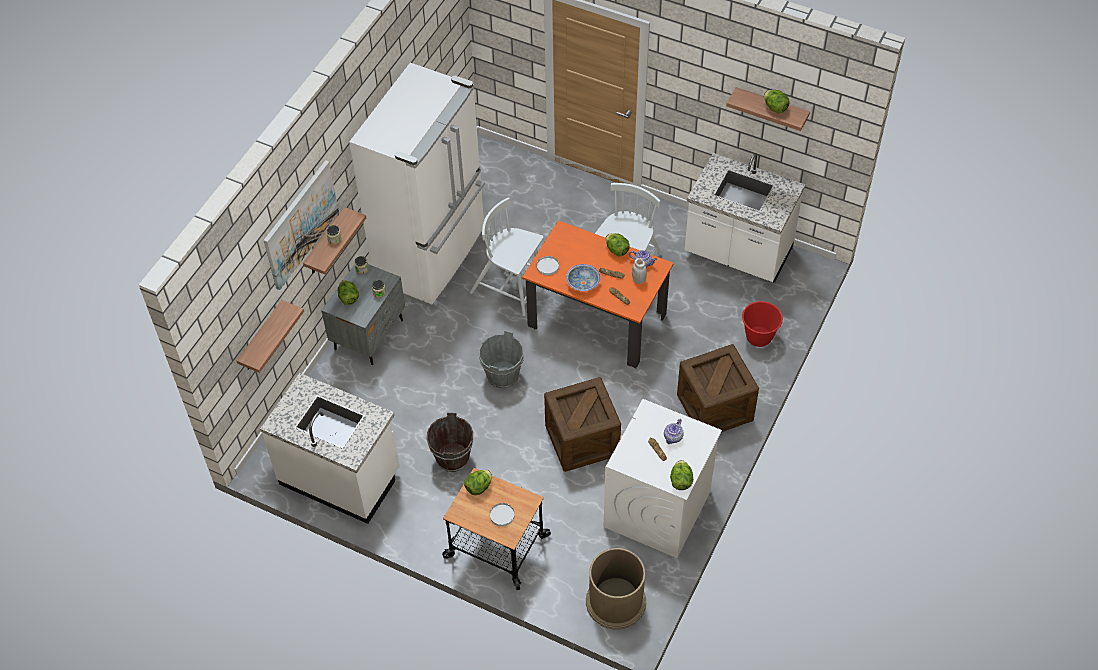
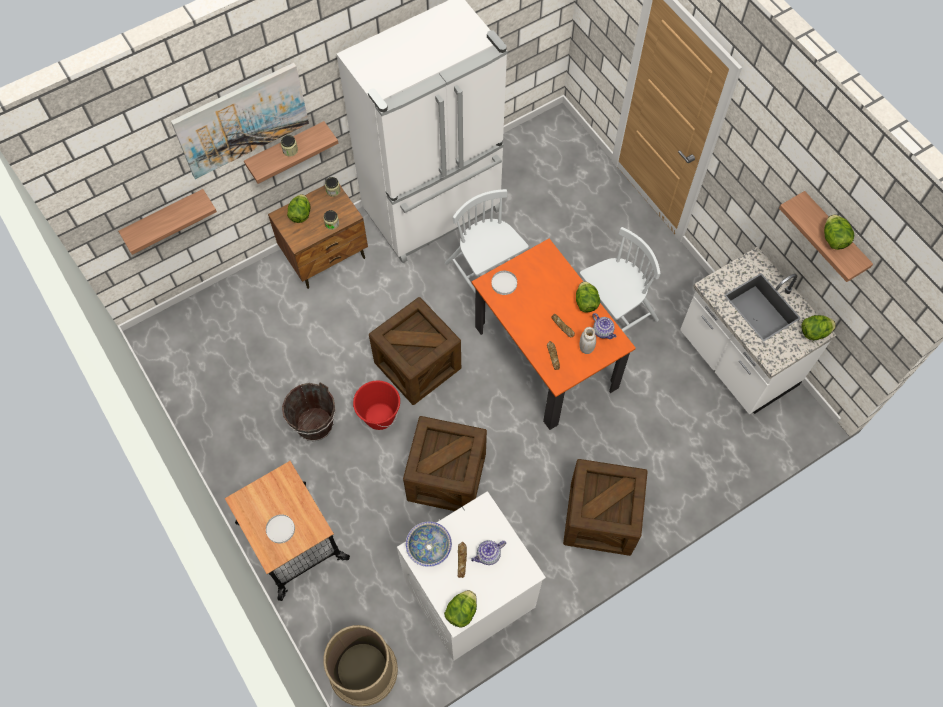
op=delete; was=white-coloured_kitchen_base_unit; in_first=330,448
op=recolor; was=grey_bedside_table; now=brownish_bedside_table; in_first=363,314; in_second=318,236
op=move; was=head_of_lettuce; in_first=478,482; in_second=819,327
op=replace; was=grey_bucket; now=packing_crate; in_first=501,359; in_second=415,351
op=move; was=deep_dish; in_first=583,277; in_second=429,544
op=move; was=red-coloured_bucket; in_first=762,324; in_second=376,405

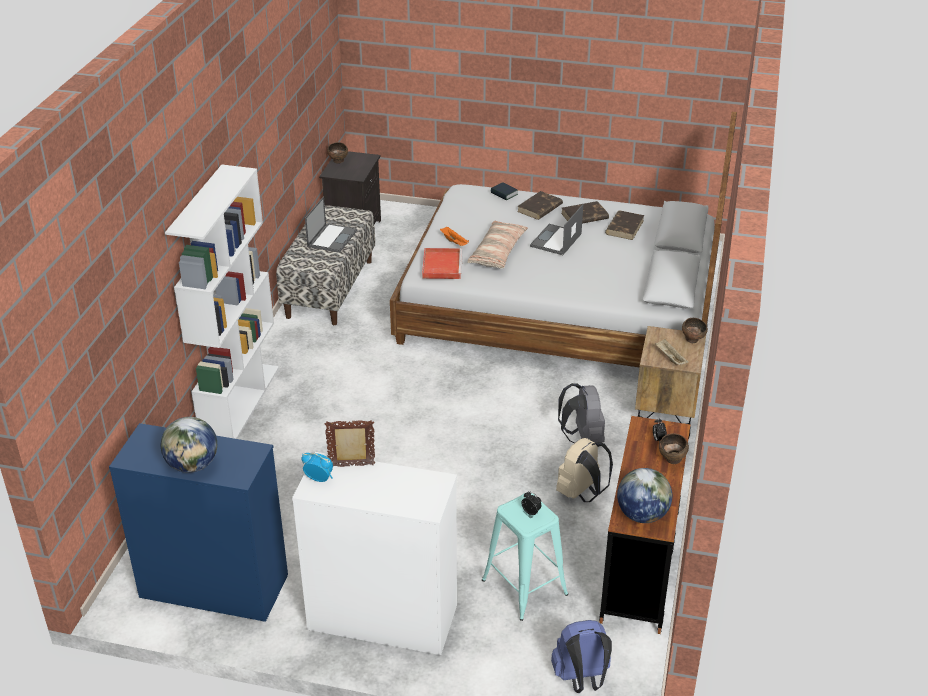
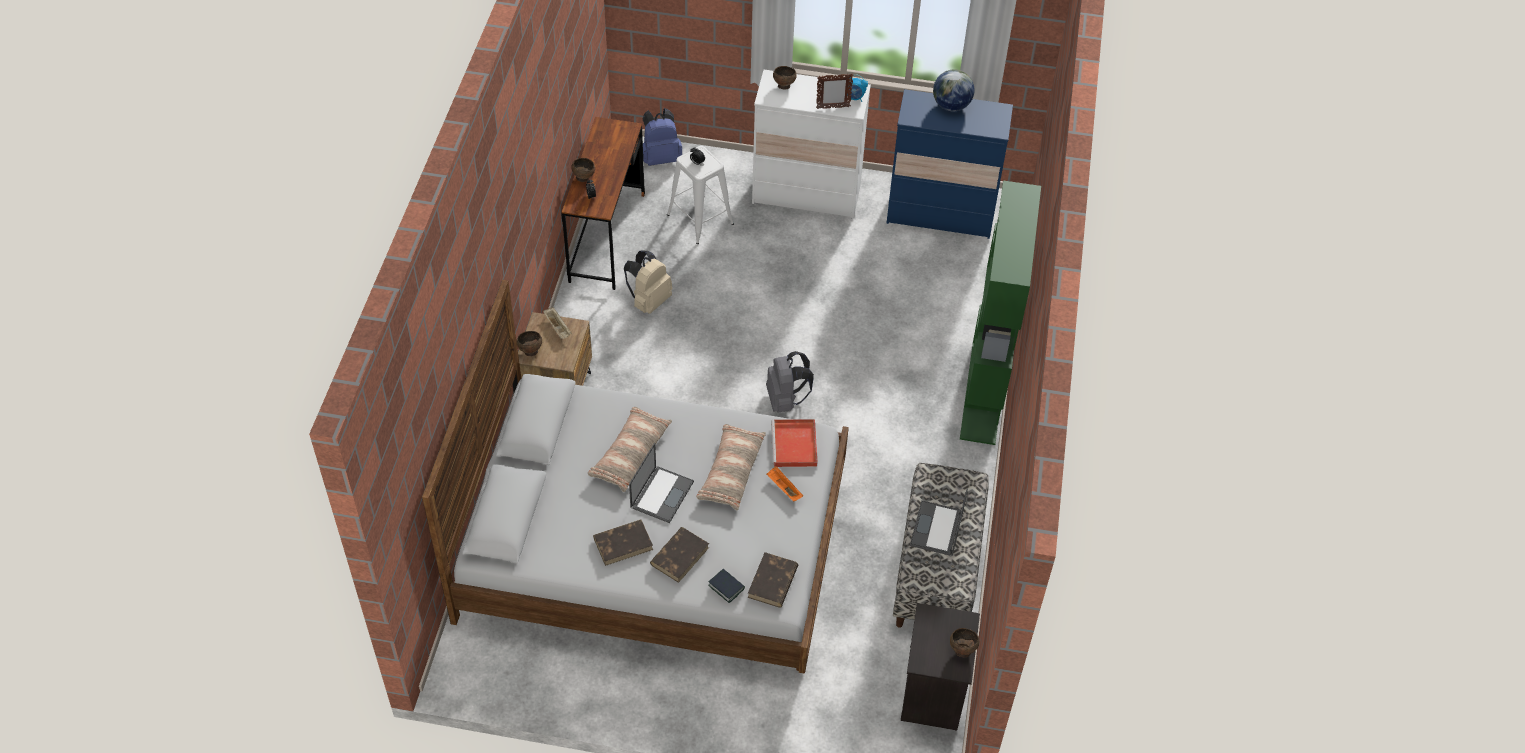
op=recolor; was=white-coloured_bookshelf; now=greenish_bookshelf; in_first=222,302; in_second=1000,312
op=recolor; was=turquoise-coloured_stool; now=white-coloured_stool; in_first=525,557; in_second=700,195
op=move; was=grey_backpack; in_first=581,413; in_second=790,382
op=move; was=brownish_volume; in_first=624,225; in_second=772,580
op=delete; was=world_globe; in_first=644,495
op=insert; now=pillow; in_second=630,449
op=insert; now=brownish_deep_dish; in_second=785,77

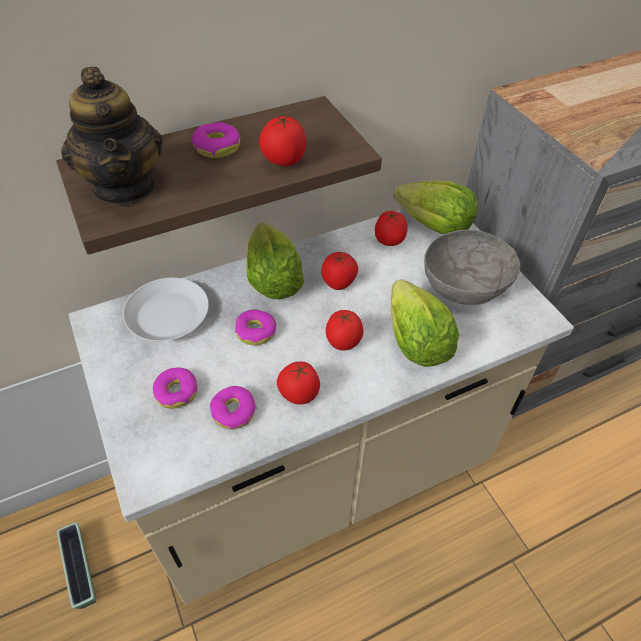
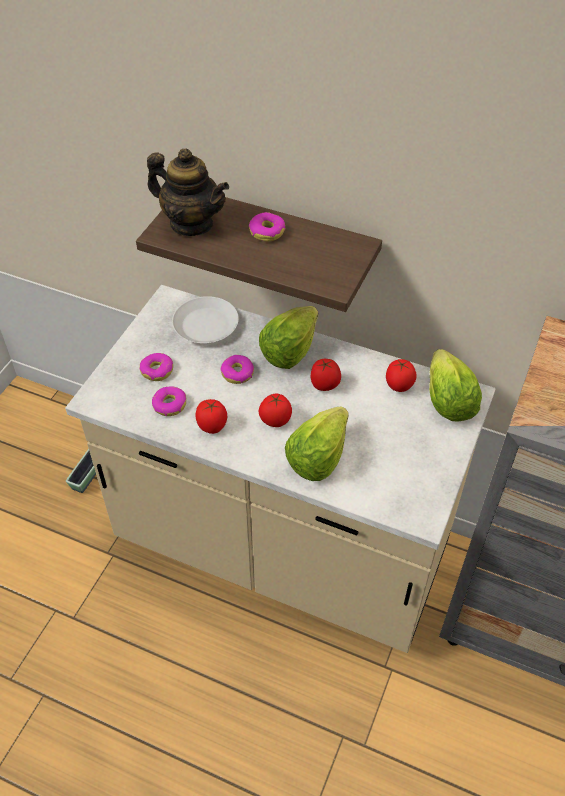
op=rotate; was=tea_pot; in_first=112,136; in_second=188,192; clockwise=-90
op=delete; was=fresh_tomato; in_first=282,141
op=delete; was=grey_deep_dish; in_first=472,267

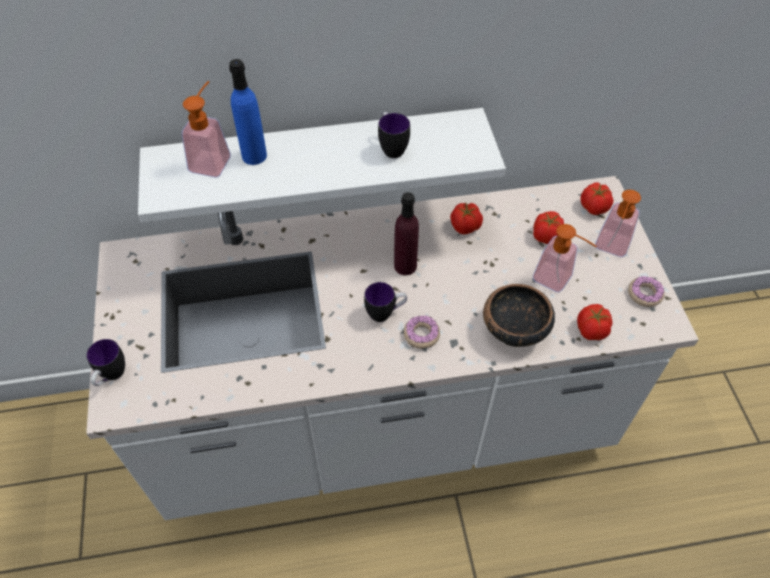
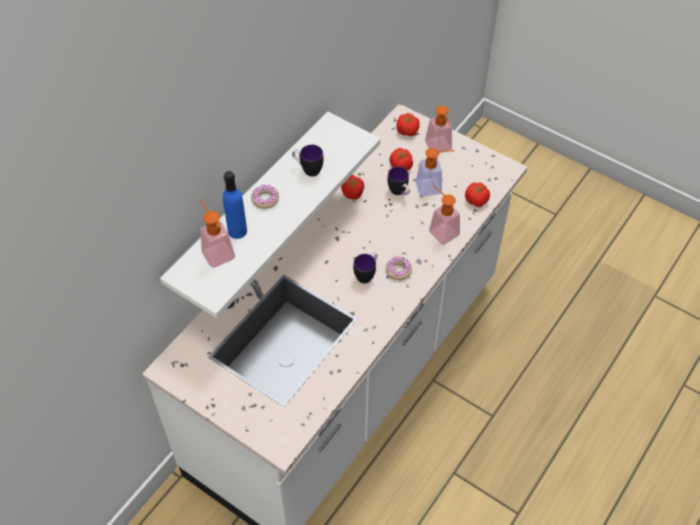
op=move; was=tea_mug; in_first=105,362; in_second=399,181
op=delete; was=purple-coloured_beverage_bottle; in_first=406,233
op=replace; was=deep_dish; now=soap_dispenser; in_first=519,315; in_second=444,215
op=move; was=doughnut; in_first=646,291; in_second=265,197

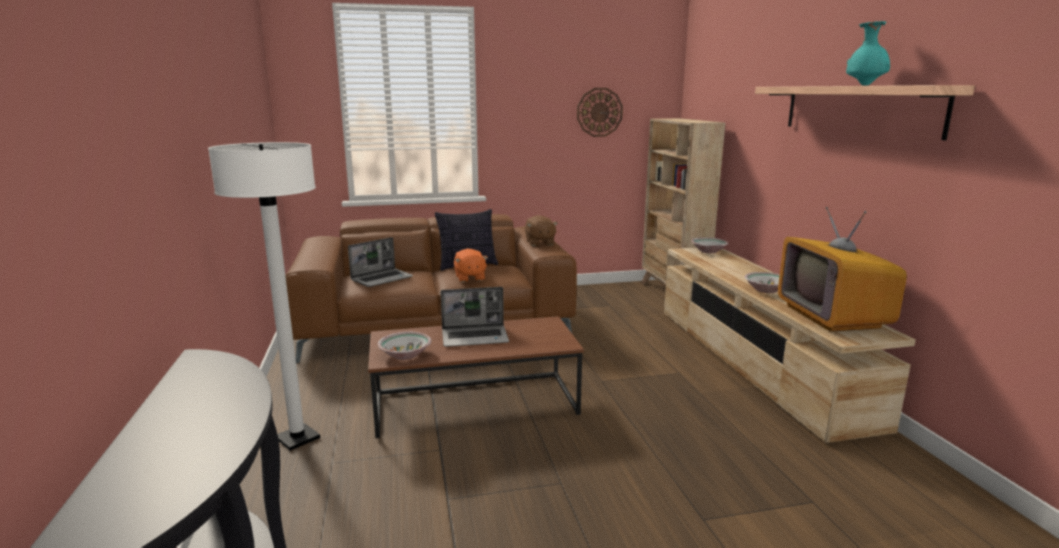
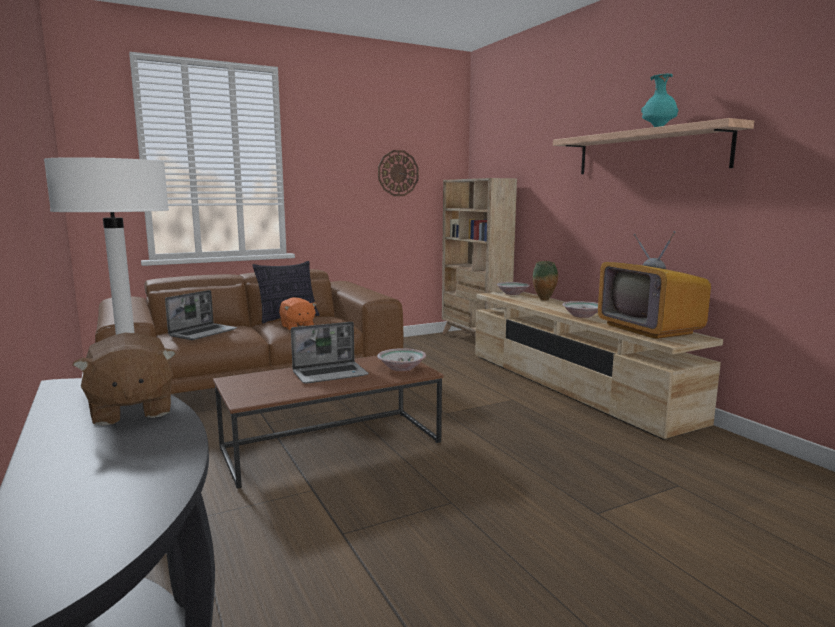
op=move; was=deep_dish; in_first=404,345; in_second=401,360
op=move; was=brownish_soft_toy; in_first=541,230; in_second=124,379
op=insert; now=vase; in_second=545,281

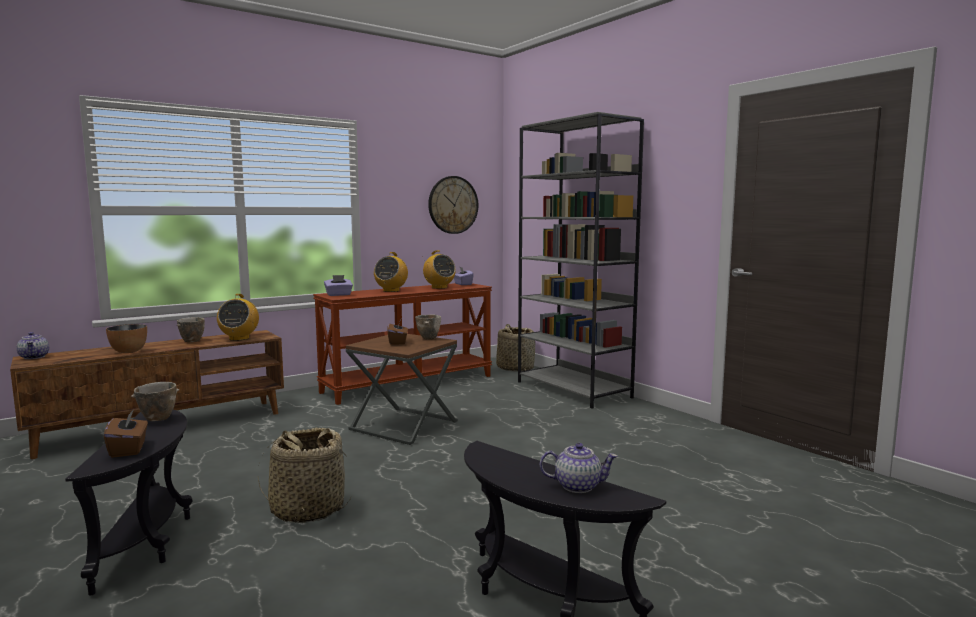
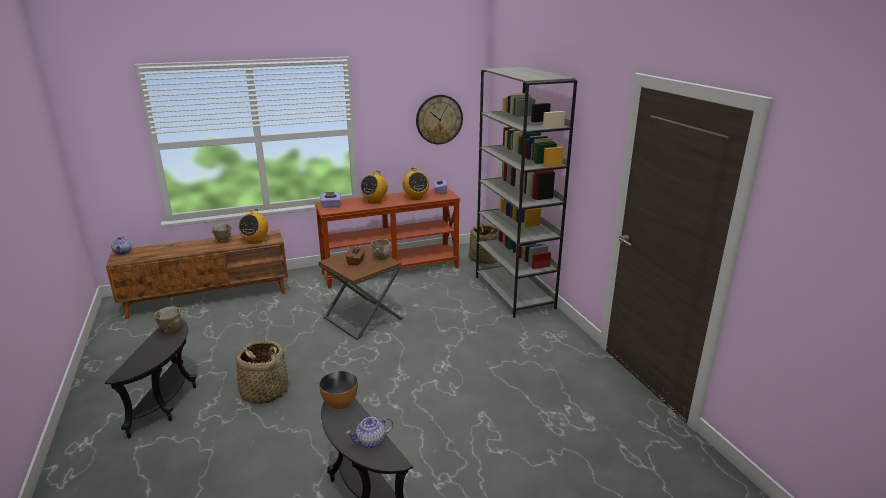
op=delete; was=brownish_box_of_tissues; in_first=126,433
op=move; was=deep_dish; in_first=126,338; in_second=338,390
op=rotate; was=tea_pot; in_first=579,468; in_second=369,433; clockwise=135

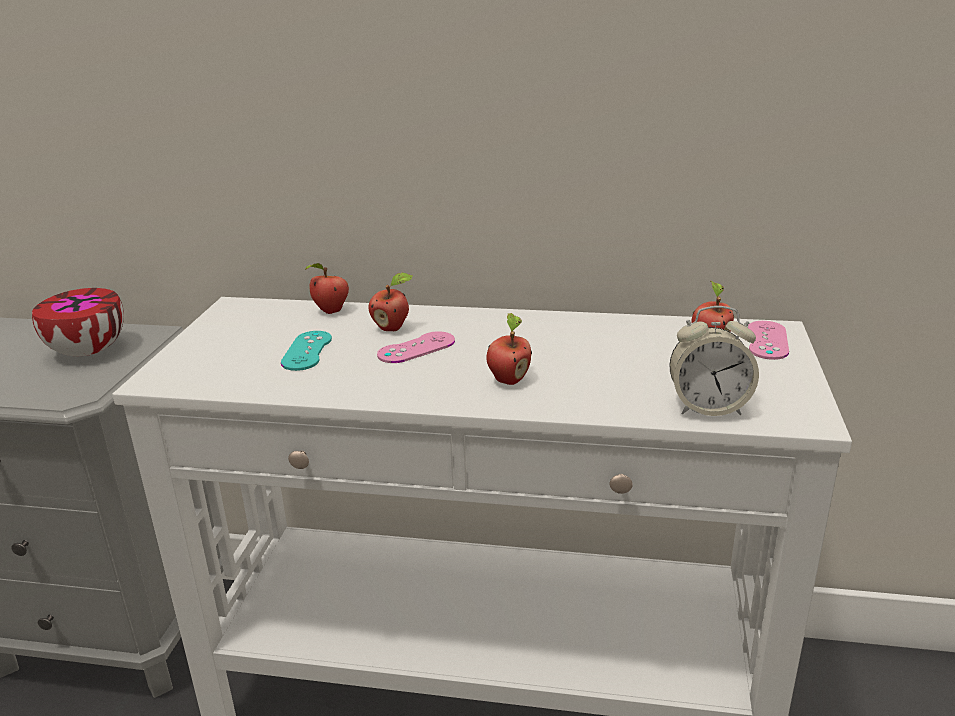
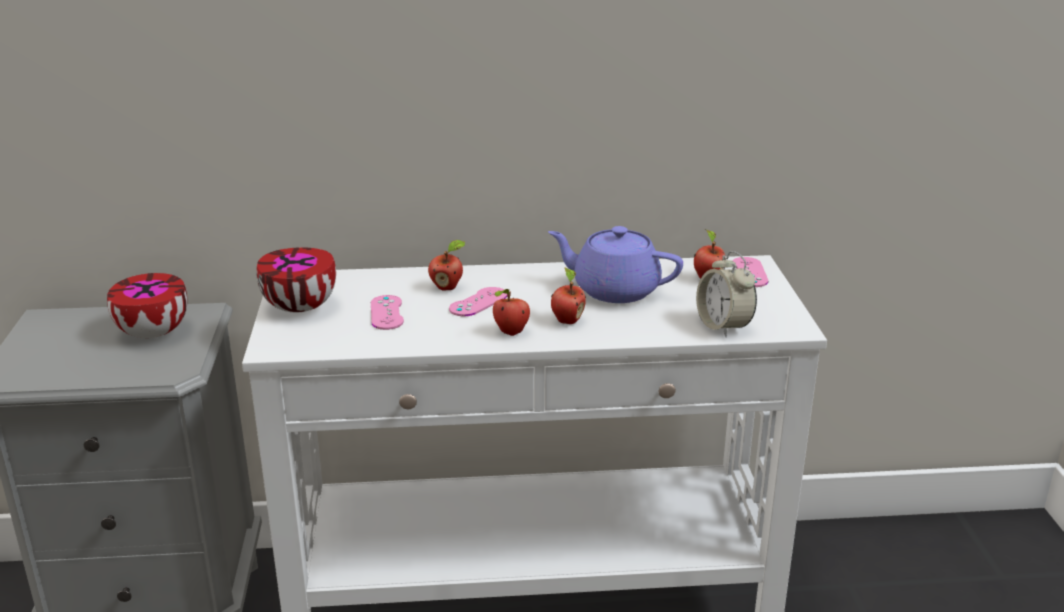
op=recolor; was=turquoise-coloured_game_controller; now=pink_game_controller; in_first=306,351; in_second=387,312
op=move; was=apple_fruit; in_first=327,288; in_second=511,312
op=rotate; was=bedside_clock; in_first=714,361; in_second=726,294; clockwise=75
op=insert; now=deep_dish; in_second=296,280
op=insert; now=purple-coloured_tea_pot; in_second=615,264

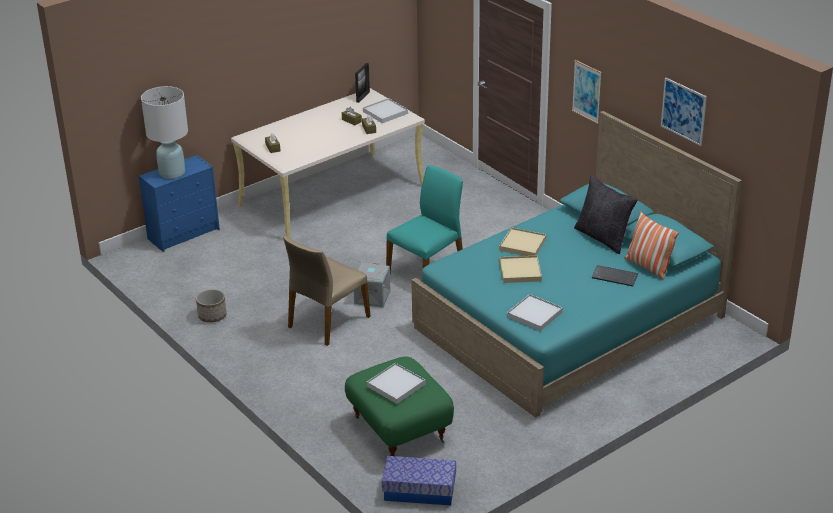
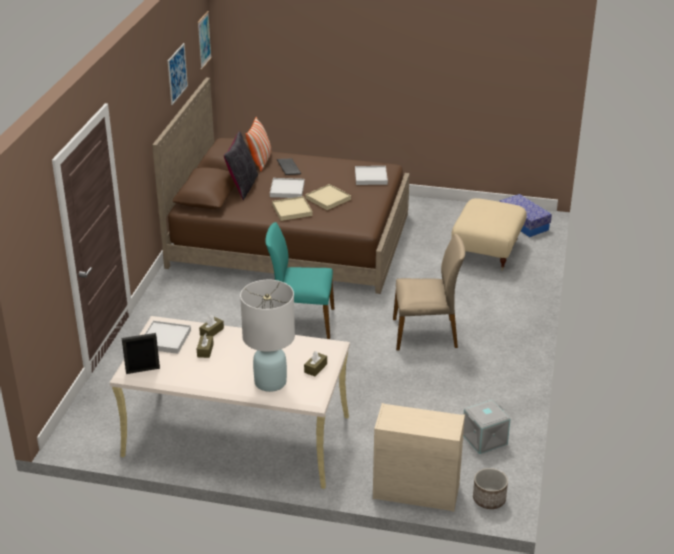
op=recolor; was=bluish_dresser; now=sand-coloured_dresser; in_first=179,203; in_second=419,457
op=move; was=white-coloured_lamp_for_a_table; in_first=164,132; in_second=267,336
op=move; was=planter; in_first=211,306; in_second=490,488
op=recolor; was=greenish_ottoman; now=sand-coloured_ottoman; in_first=399,406; in_second=488,234
op=move; was=grey_storage_bin; in_first=372,285; in_second=486,427
op=move; was=white-coloured_carrying_tray; in_first=396,383; in_second=287,188
op=recolor; was=turquoise-coloured_sleeping_bed; now=brownish_sleeping_bed; in_first=576,264; in_second=281,186
op=move; was=wall_art; in_first=587,92; in_second=204,40

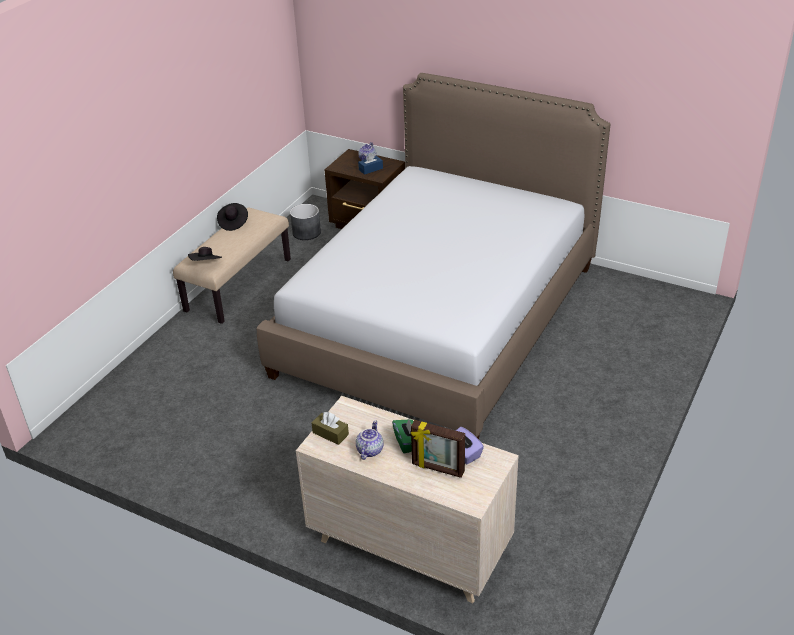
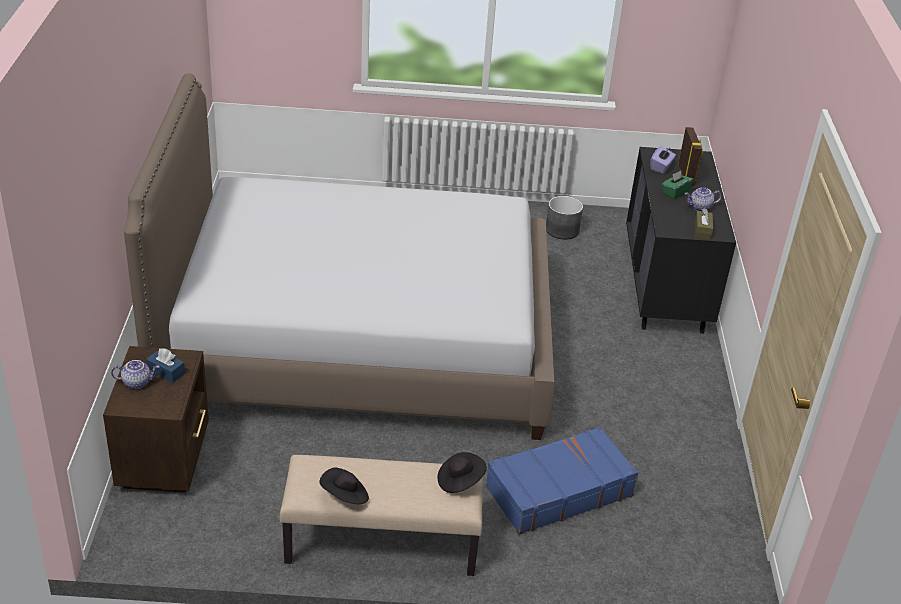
op=move; was=grey_planter; in_first=305,222; in_second=564,218
op=recolor; was=sand-coloured_dresser; now=black_dresser; in_first=407,499; in_second=681,240
op=insert; now=bluish_piece_of_luggage; in_second=562,481

